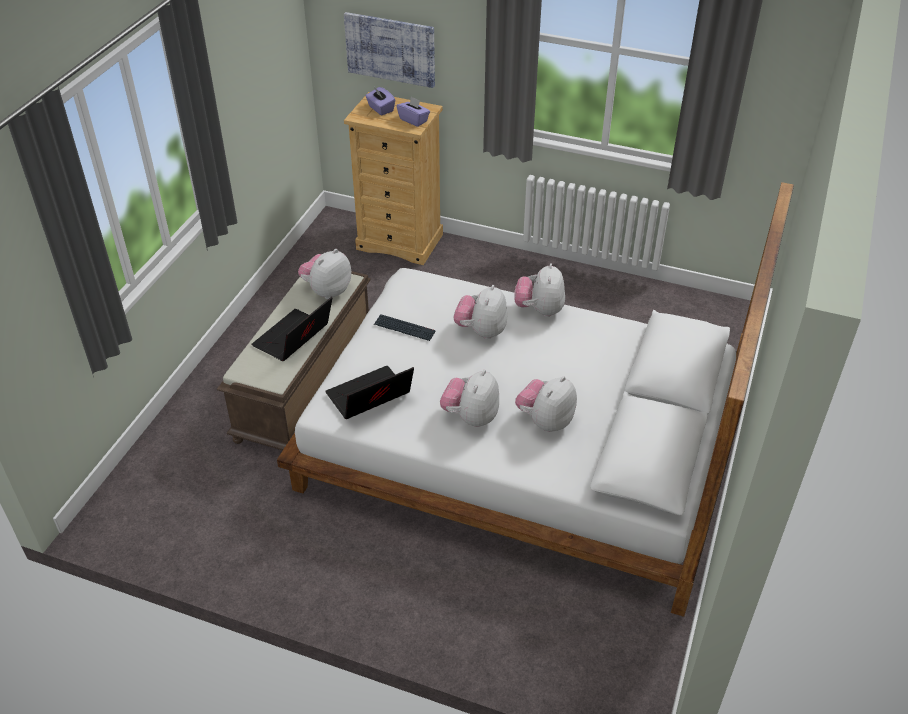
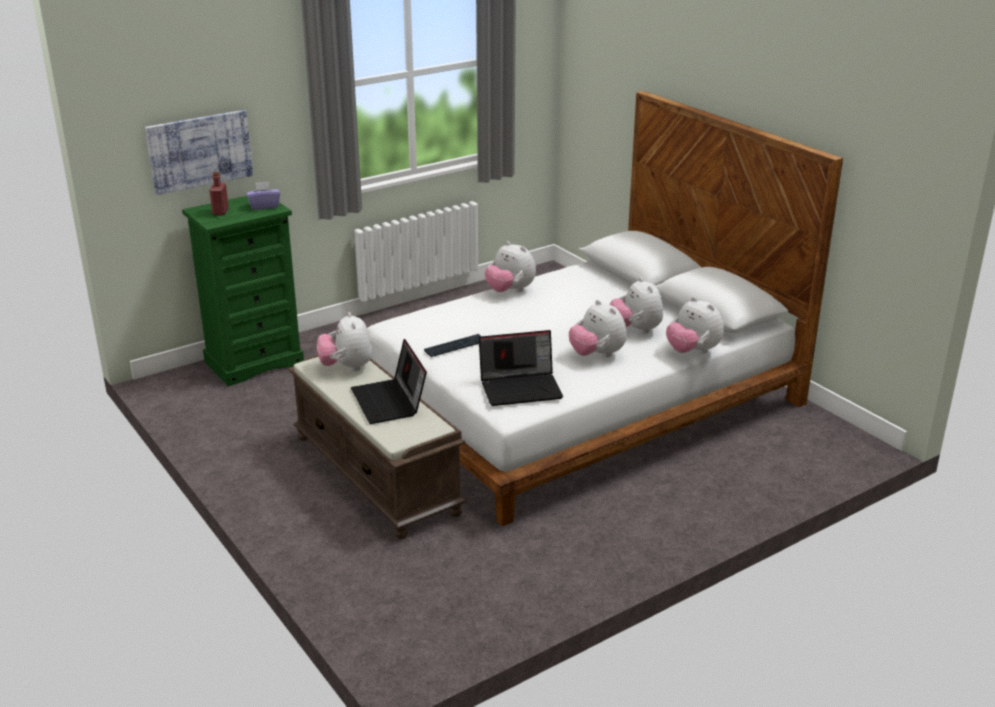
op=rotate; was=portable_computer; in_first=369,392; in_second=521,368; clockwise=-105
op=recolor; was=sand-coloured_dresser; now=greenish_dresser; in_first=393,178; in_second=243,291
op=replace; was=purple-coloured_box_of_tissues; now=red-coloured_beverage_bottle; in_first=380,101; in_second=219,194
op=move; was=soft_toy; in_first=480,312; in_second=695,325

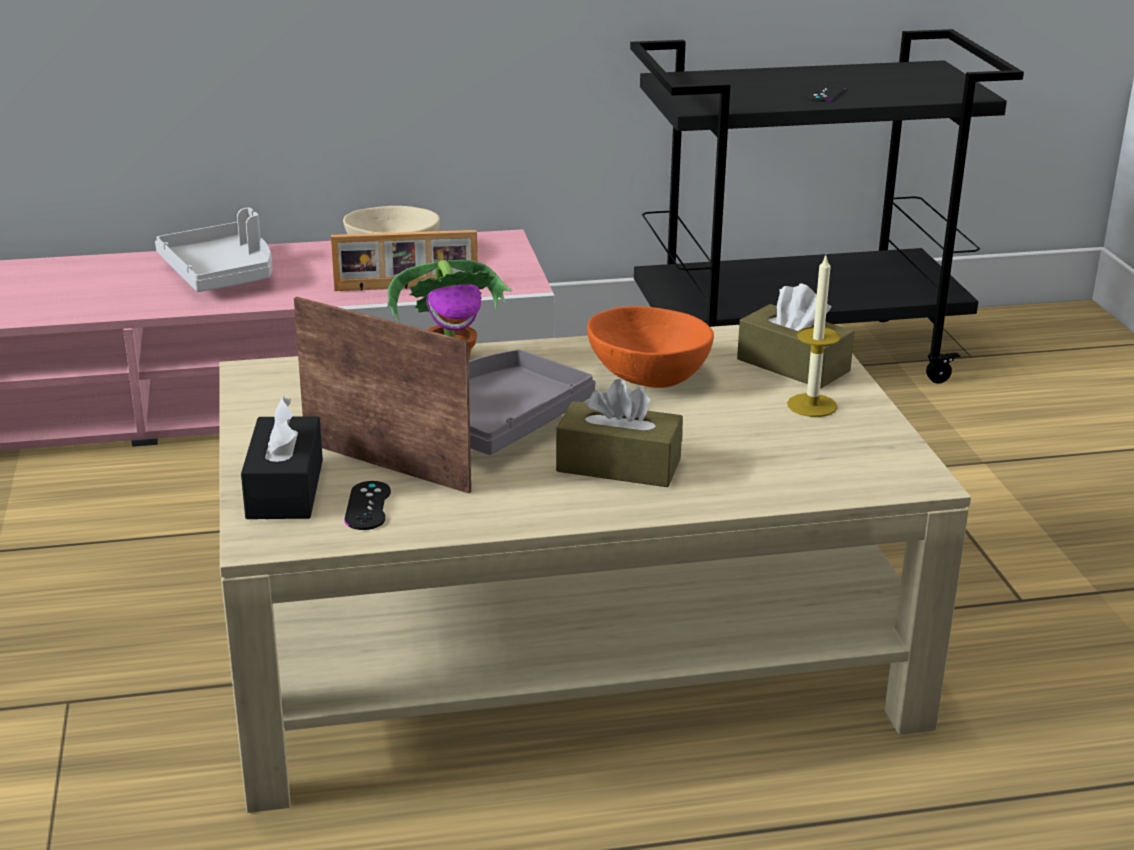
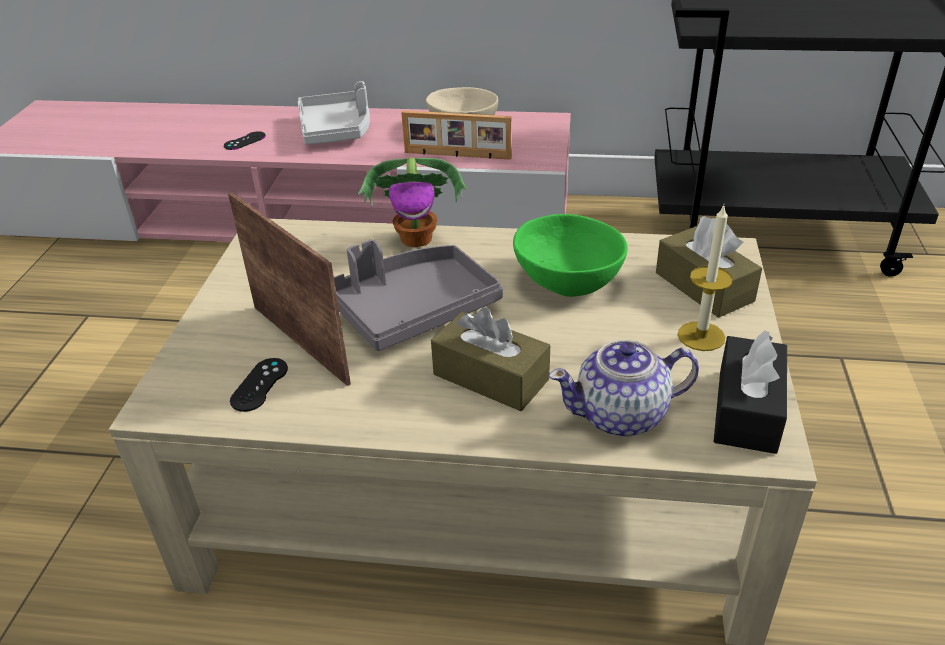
op=move; was=black_box_of_tissues; in_first=282,457; in_second=750,392
op=recolor; was=orangey_deep_dish; now=greenish_deep_dish; in_first=650,347; in_second=570,255
op=move; was=black_game_controller; in_first=825,93; in_second=245,140
op=insert; now=tea_pot; in_second=624,388

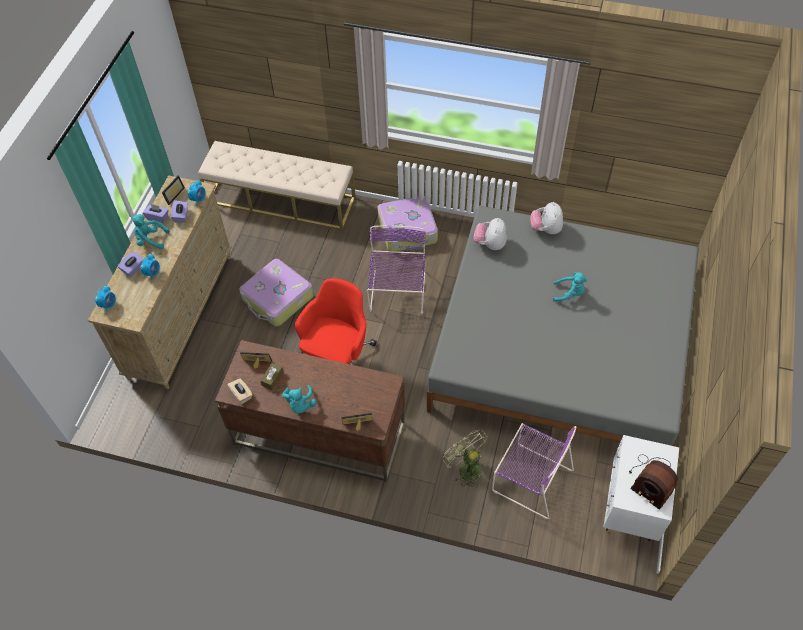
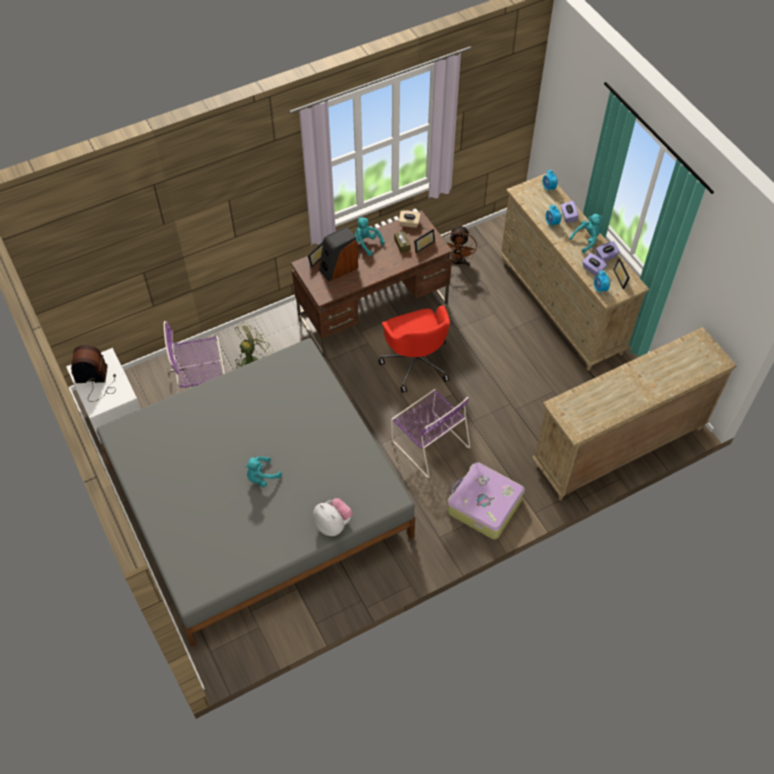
op=replace; was=sand-coloured_long_seat; now=sand-coloured_dresser; in_first=276,185; in_second=634,413
op=delete; was=piece_of_luggage; in_first=276,293
op=rotate; was=greenish_cooling_fan; in_first=465,458; in_second=254,345; clockwise=-60
op=delete; was=soft_toy; in_first=490,234
op=insert; now=audio_speaker; in_second=338,254
op=insert; now=brownish_cooling_fan; in_second=459,245

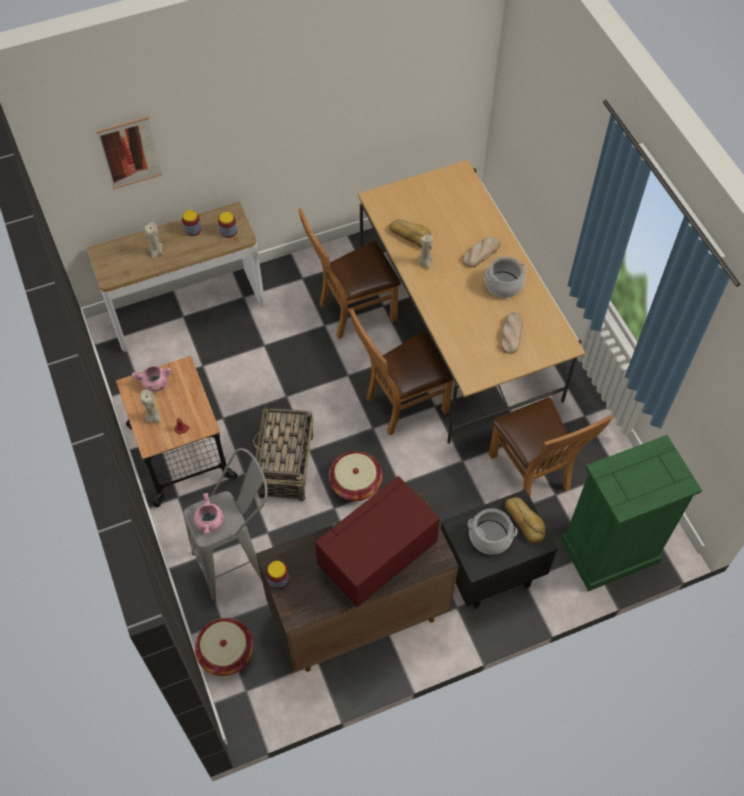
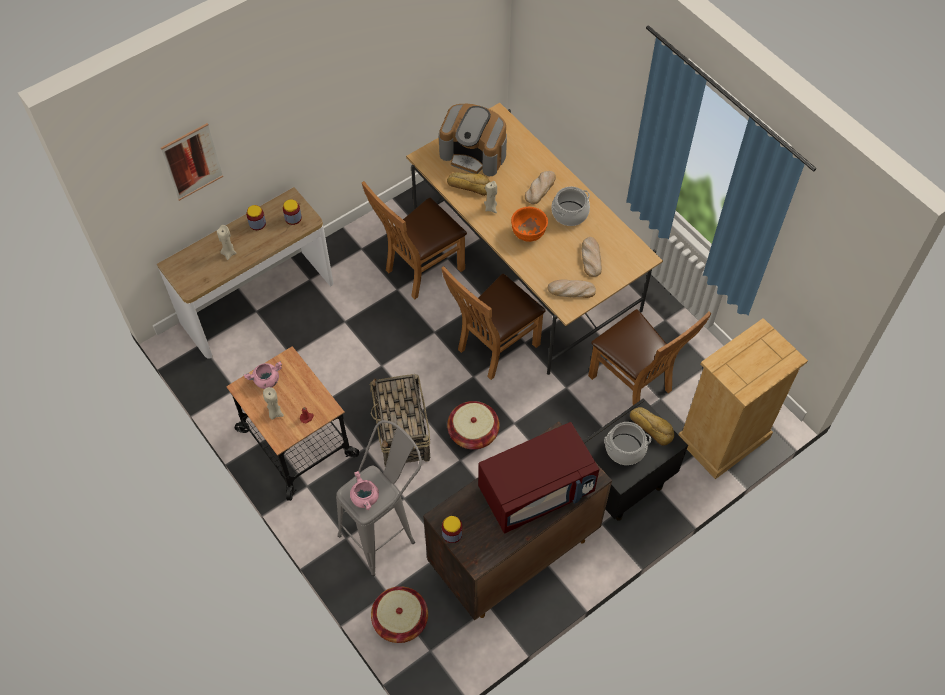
op=rotate; was=red-coloured_kitchen_microwave; in_first=377,542; in_second=538,478; clockwise=-150
op=recolor; was=greenish_dresser; now=sand-coloured_dresser; in_first=631,513; in_second=743,398
op=insert; now=coffee_brewer; in_second=473,140
op=insert; now=orangey_deep_dish; in_second=529,224
op=insert; now=bakery_bread; in_second=572,288

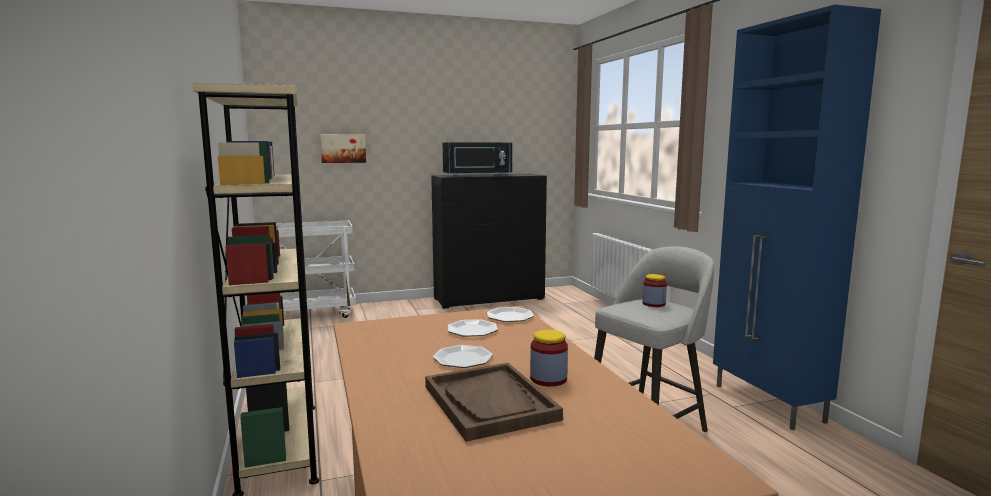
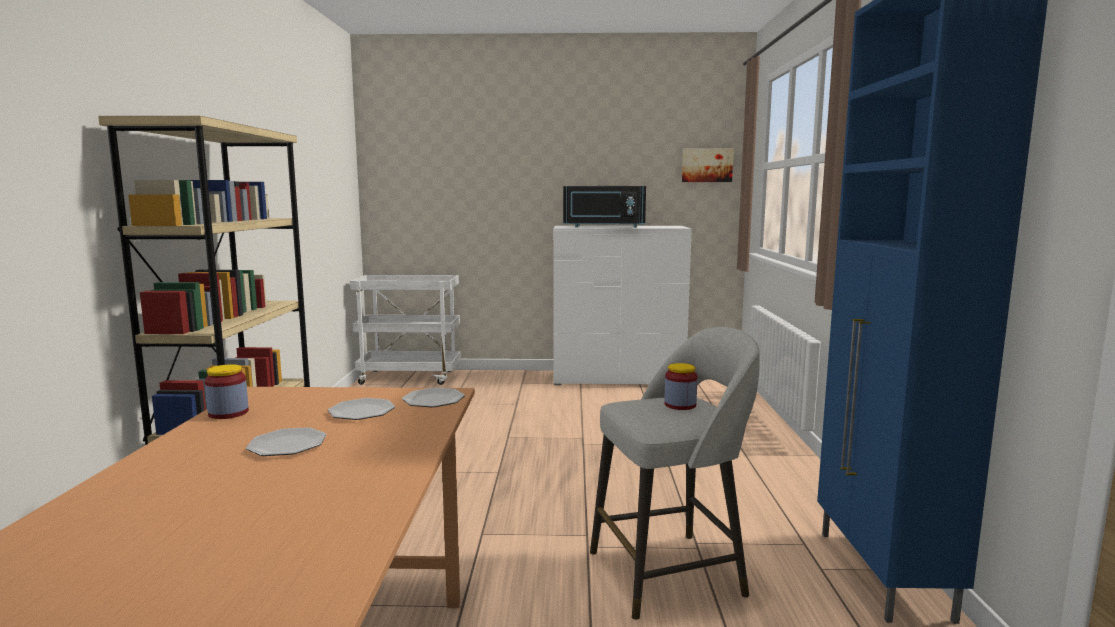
op=move; was=wall_art; in_first=343,148; in_second=708,165
op=delete; was=brownish_carrying_tray; in_first=494,402
op=recolor; was=black_dresser; now=white-coloured_dresser; in_first=489,241; in_second=622,305
op=move; was=preserve_jar; in_first=549,358; in_second=227,391

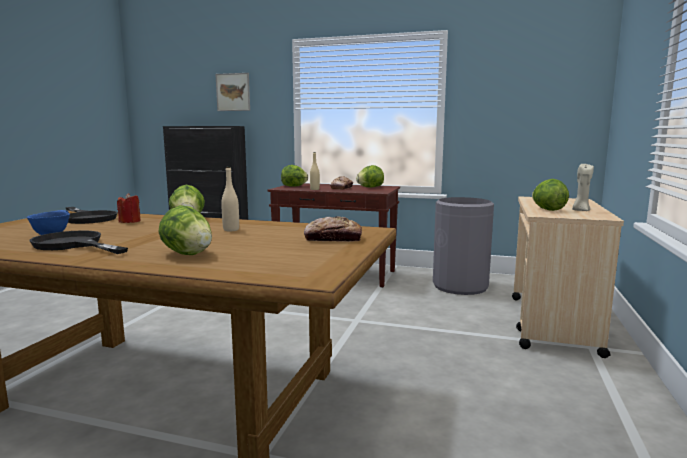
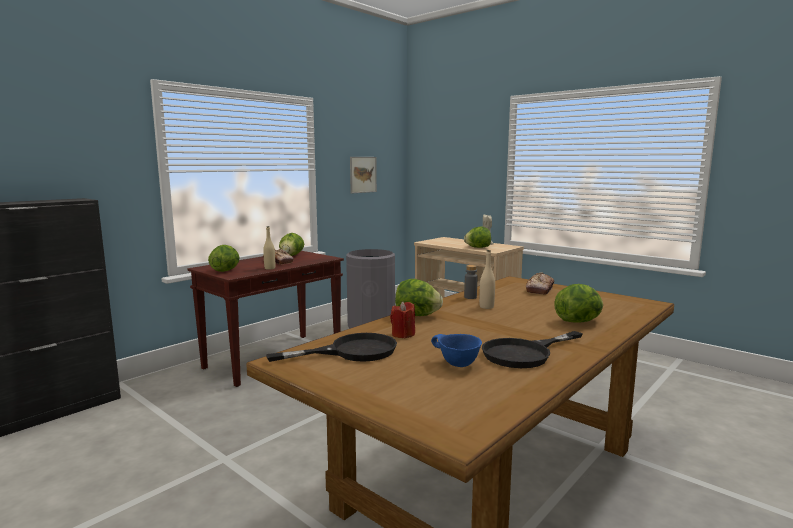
op=move; was=wall_art; in_first=232,92; in_second=363,175
op=insert; now=grey_beverage_bottle; in_second=471,282

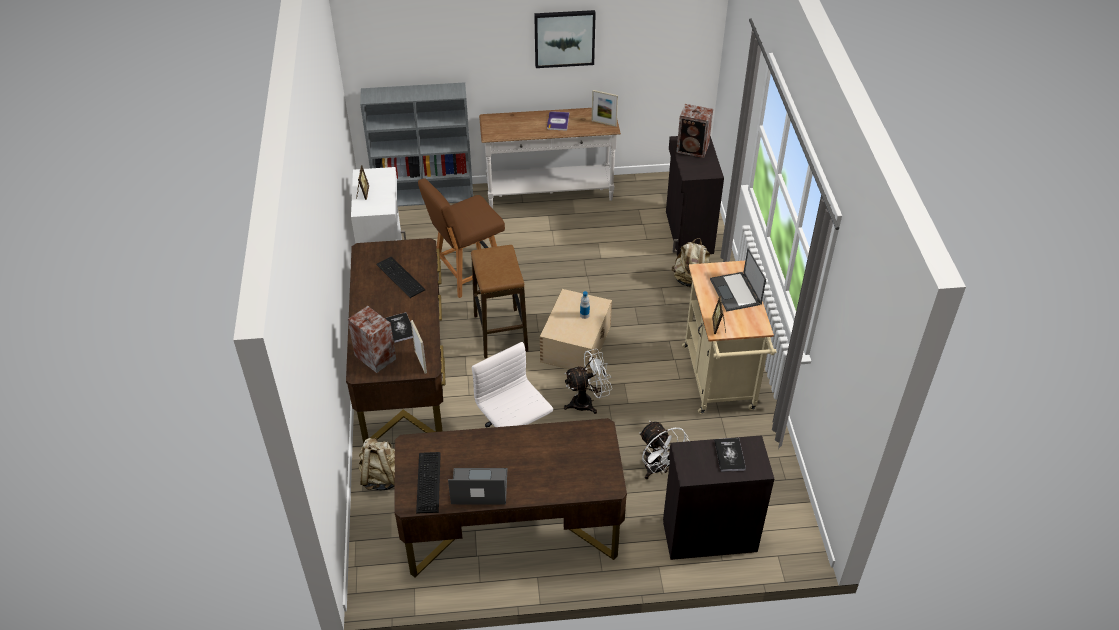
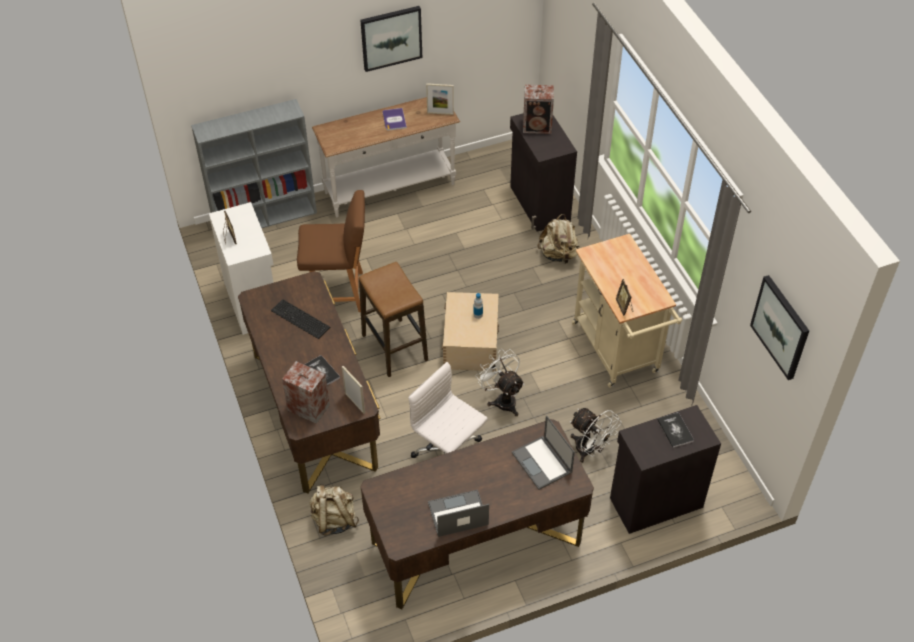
op=delete; was=PC_keyboard; in_first=428,483
op=rotate; was=brownish_upright_chair; in_first=461,238; in_second=331,251; clockwise=-135
op=rotate; was=white-coloured_cooling_fan; in_first=588,381; in_second=500,382; clockwise=-90
op=move; was=portable_computer; in_first=738,279; in_second=543,452
op=insert; now=wall_art; in_second=779,327

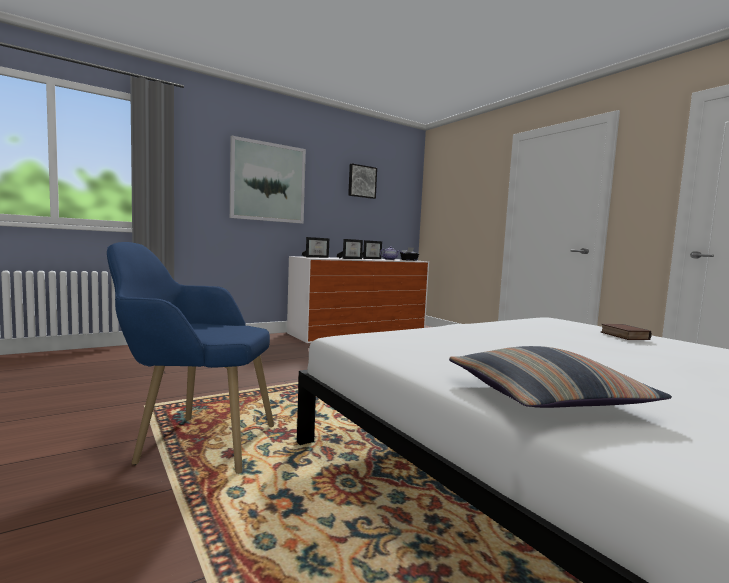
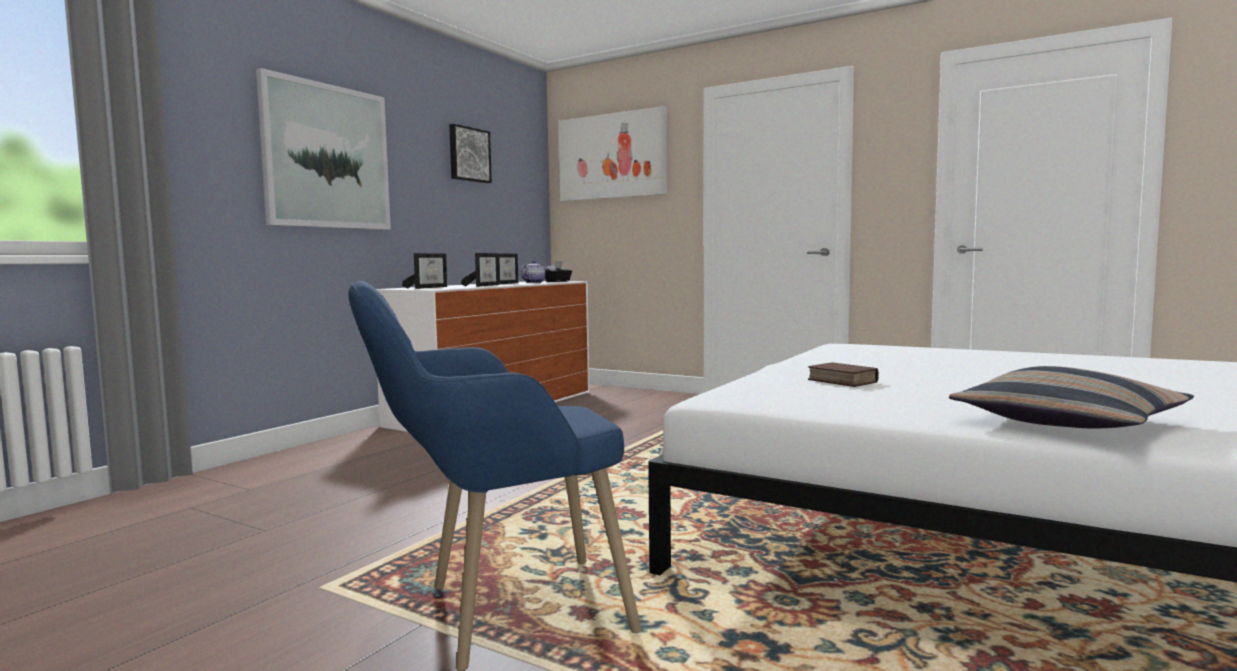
op=move; was=volume; in_first=626,332; in_second=843,374
op=insert; now=wall_art; in_second=613,153

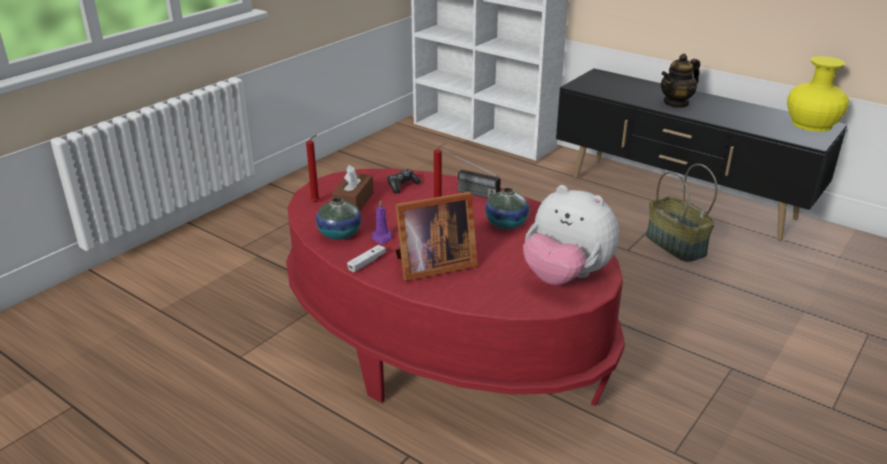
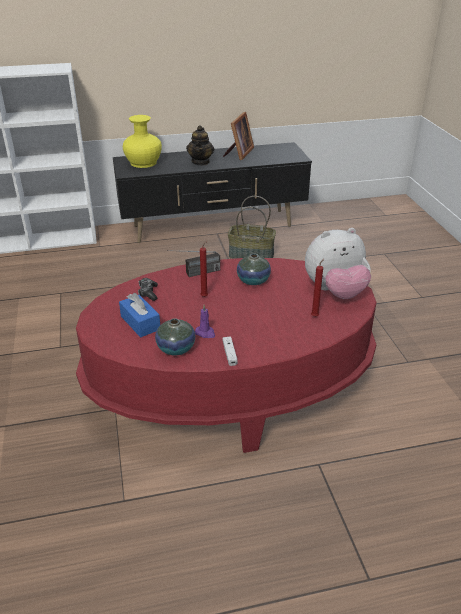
op=move; was=red-coloured_wax_light; in_first=313,169; in_second=317,288
op=recolor; was=brownish_box_of_tissues; now=bluish_box_of_tissues; in_first=352,188; in_second=139,315
op=move; was=photo_frame; in_first=436,236; in_second=238,136
op=move; was=yellowish_vase; in_first=818,94; in_second=142,141

